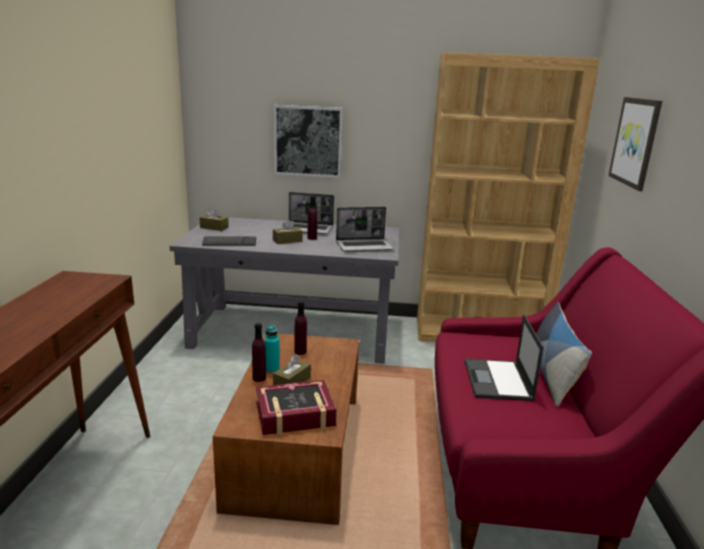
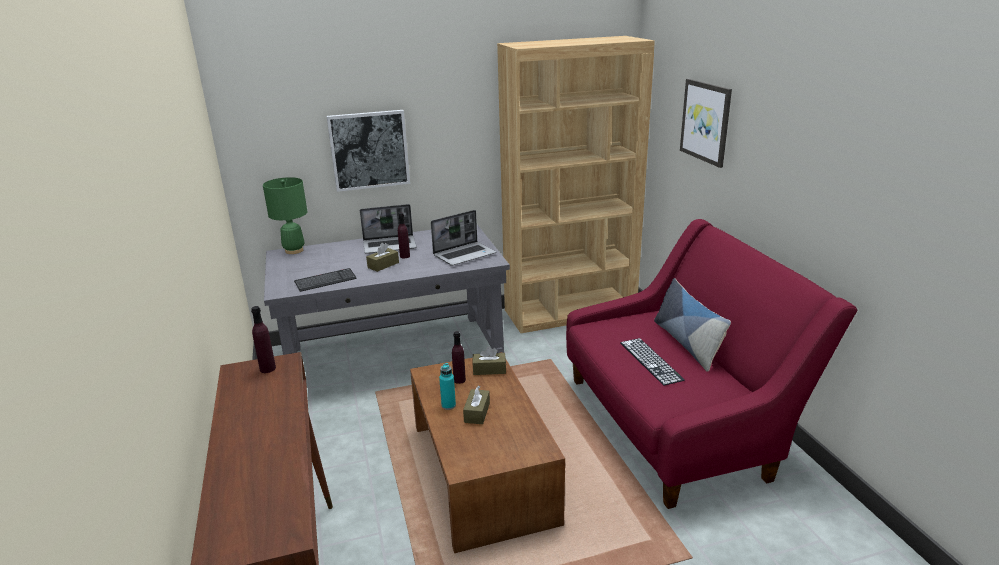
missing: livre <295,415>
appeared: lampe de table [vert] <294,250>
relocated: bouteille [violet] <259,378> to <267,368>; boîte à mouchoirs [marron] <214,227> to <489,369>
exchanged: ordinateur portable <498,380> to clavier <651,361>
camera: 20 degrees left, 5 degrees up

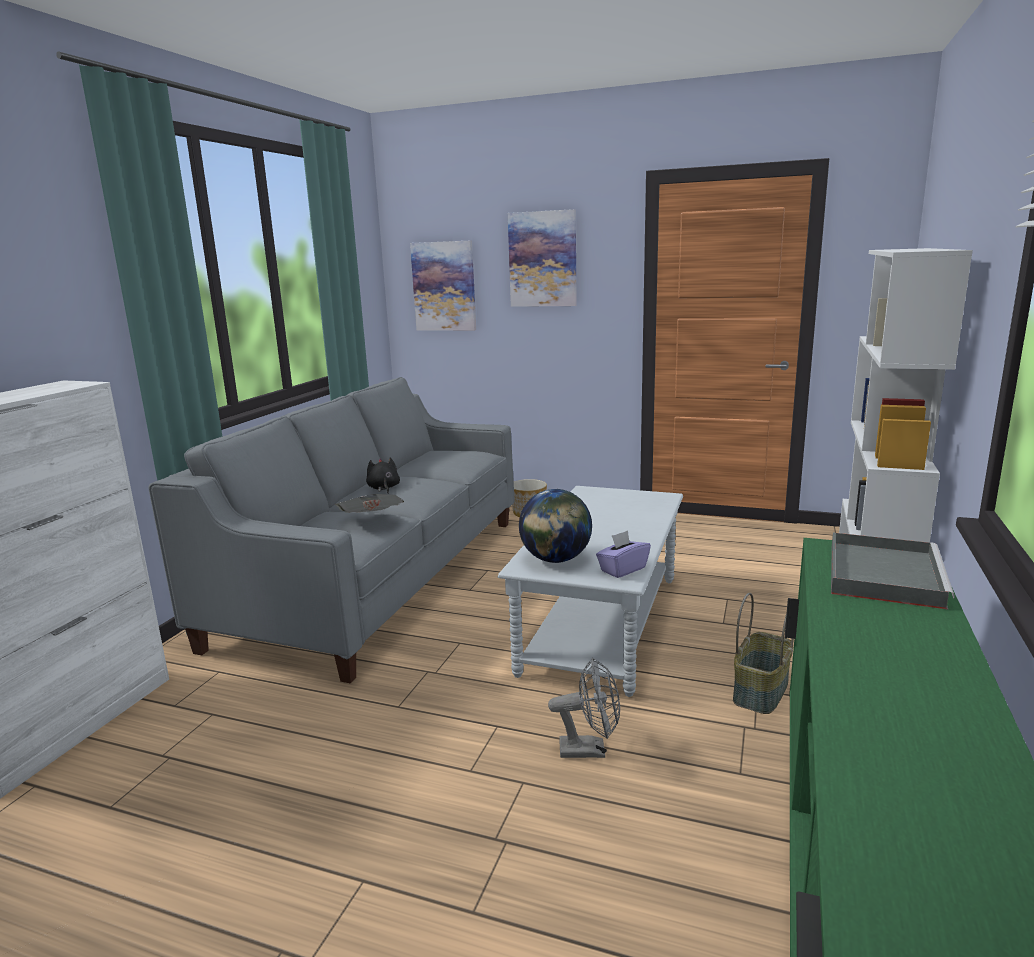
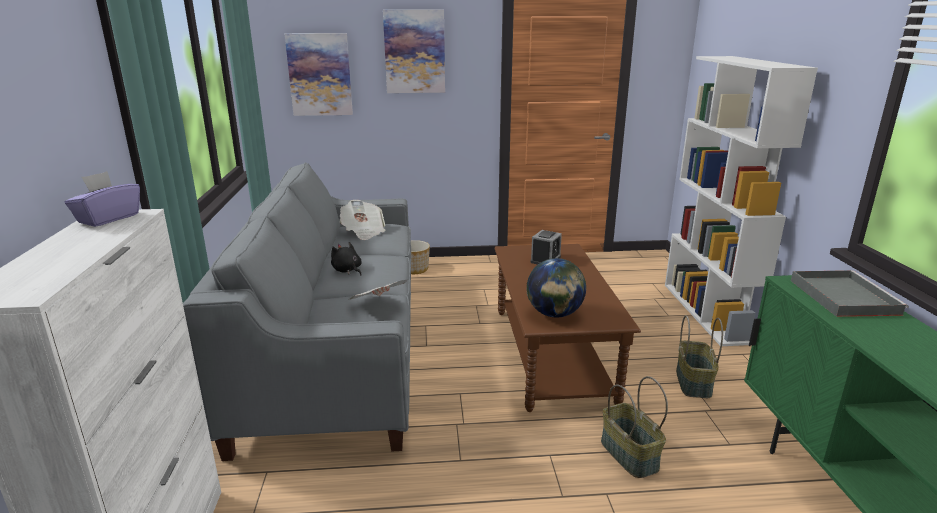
appeared: journal <363,232>; réveil <545,259>
relocated: boîte à mouchoirs [violet] <622,569> to <108,218>
exchanged: ventilateur [gris] <590,749> to panier <628,454>
colour: table basse [gris] <602,624> to table basse [marron] <552,354>
camera: 25 degrees left, 5 degrees up

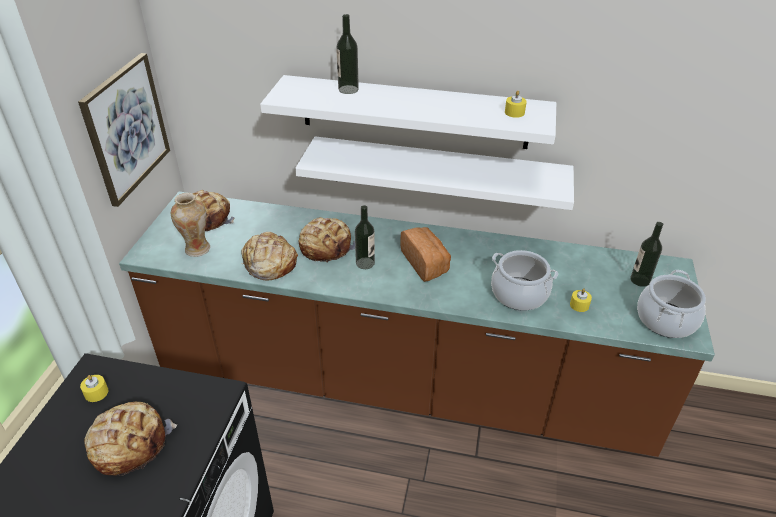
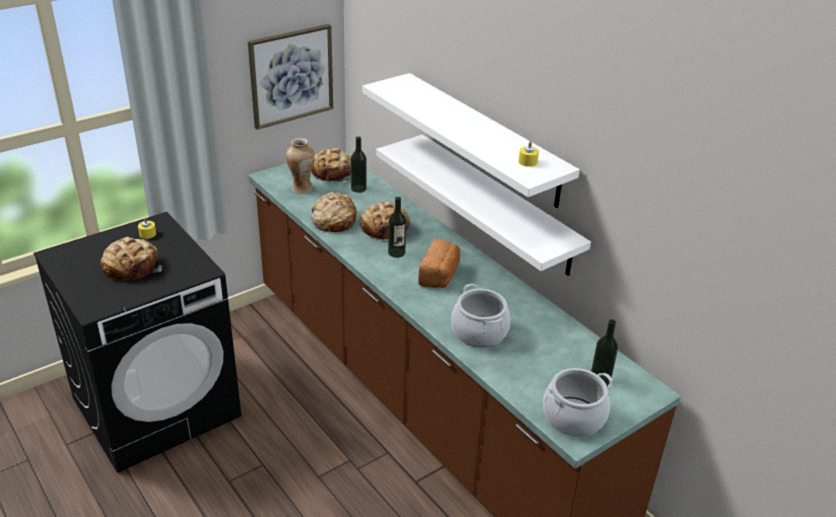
missing: bougie [jaune] <579,305>
relocated: bouteille <348,89> to <358,188>
camera: 40 degrees right, 5 degrees down

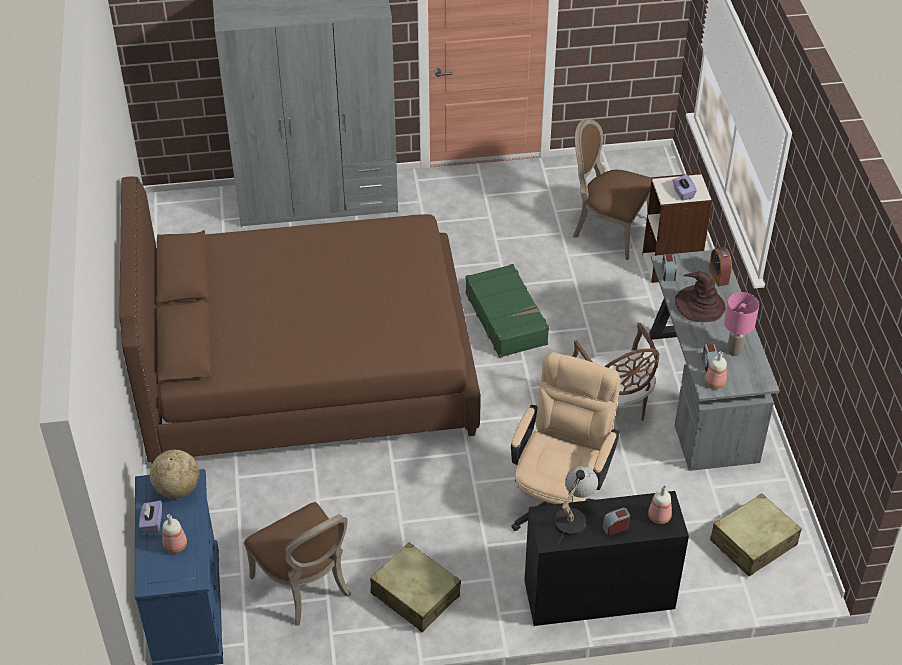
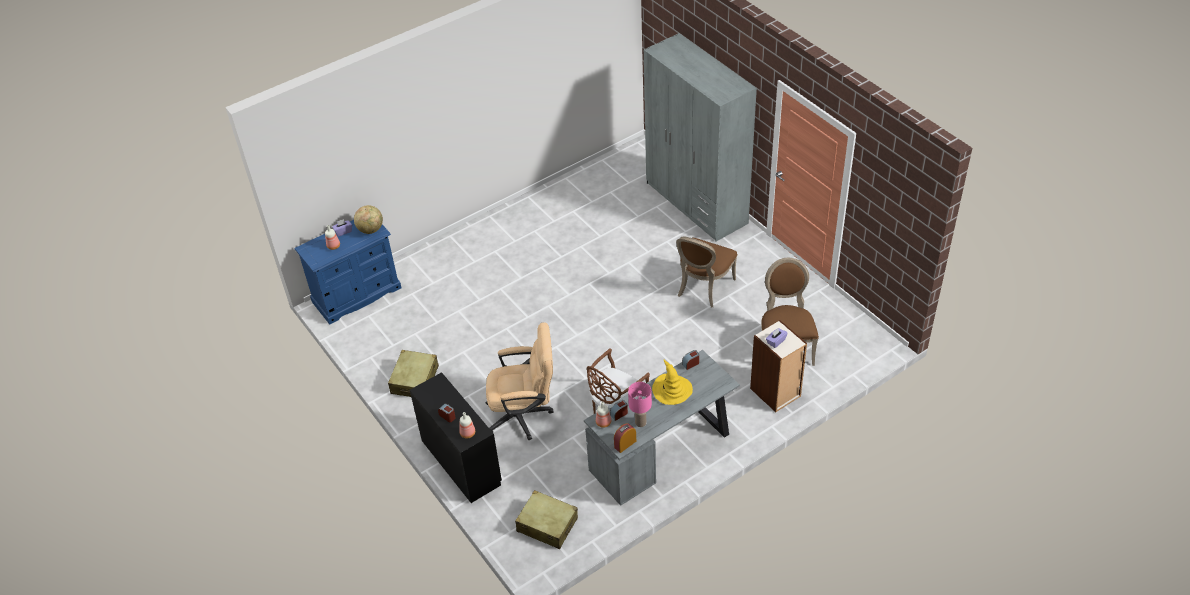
missing: lit [marron] <307,369>; valise [vert] <506,318>; lampe de table <573,516>
relocated: réveil <718,275> to <625,444>; chaise [marron] <306,586> to <703,288>
colour: chapeau [marron] <699,305> to chapeau [jaune] <672,390>
camera: 65 degrees right, 0 degrees up

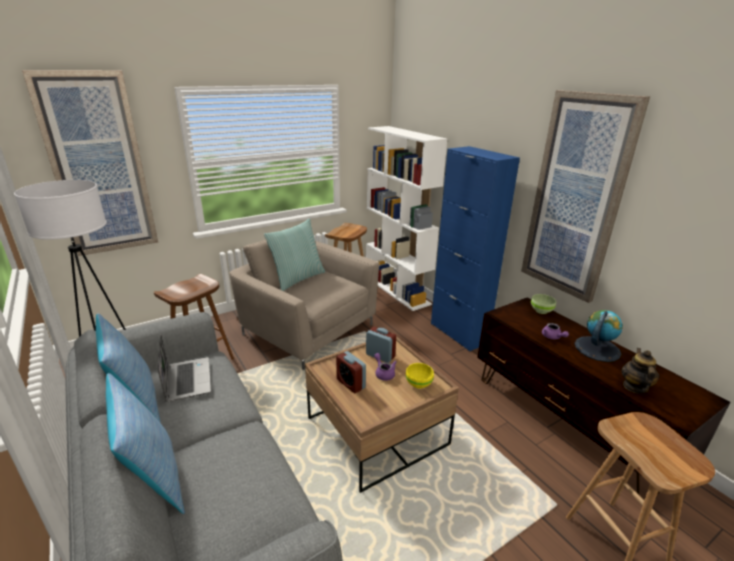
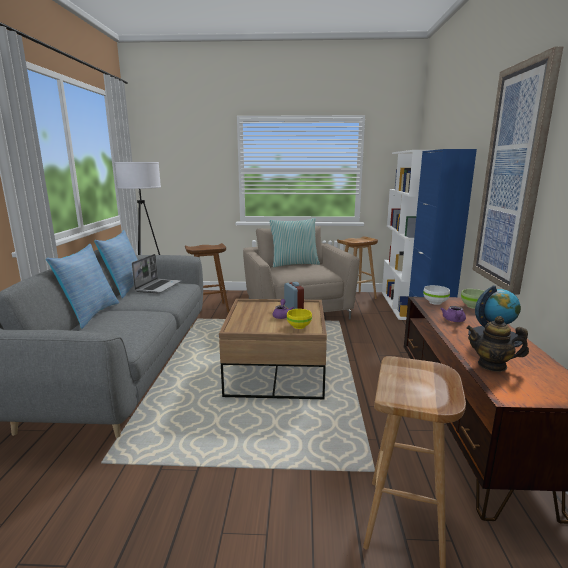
missing: tableau <98,166>; réveil <350,383>
appeared: bol [blanc] <435,302>
spun: théière <634,387> = <492,365> 120 degrees counterclockwise
camera: 35 degrees right, 10 degrees down

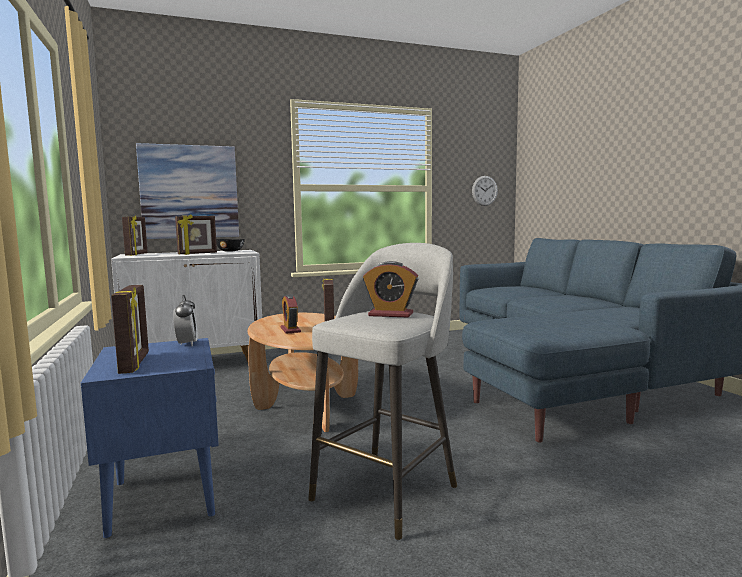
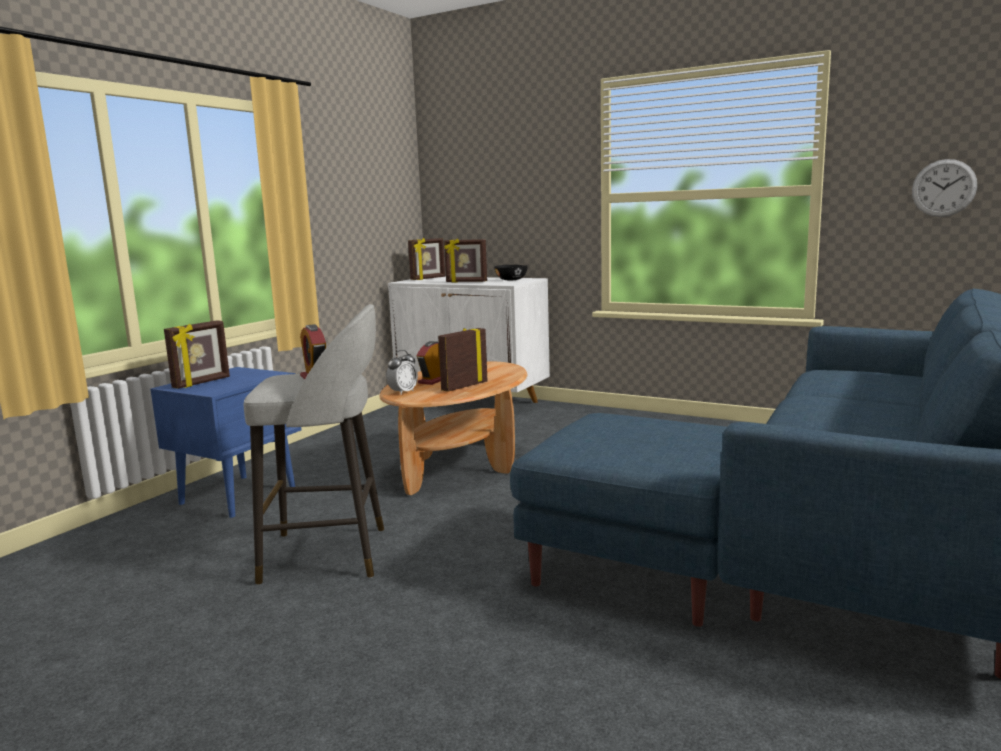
missing: tableau <189,192>
relocated: réveil <187,344> to <403,392>
camera: 50 degrees right, 5 degrees up

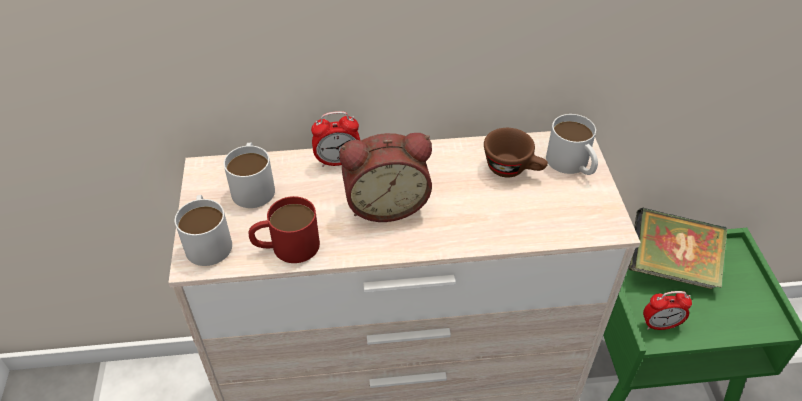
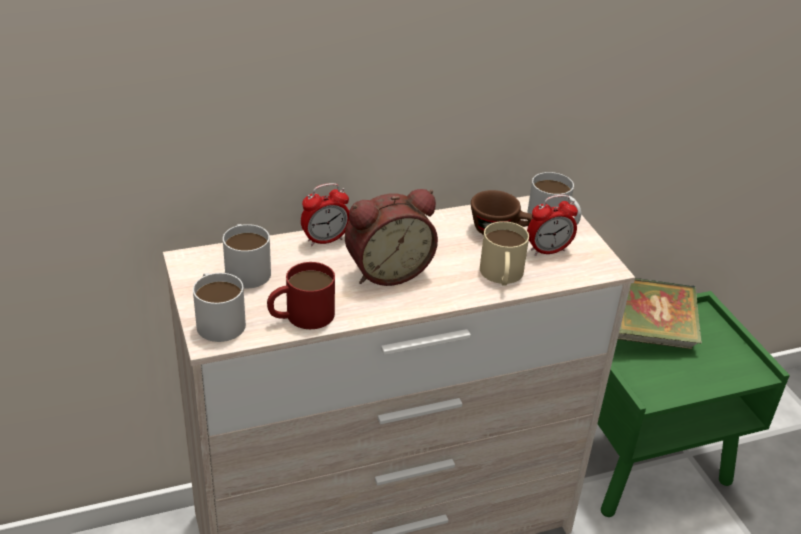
appeared: mug [beige] <501,276>
relocated: réveil <660,325> to <548,250>
camera: 15 degrees left, 10 degrees down

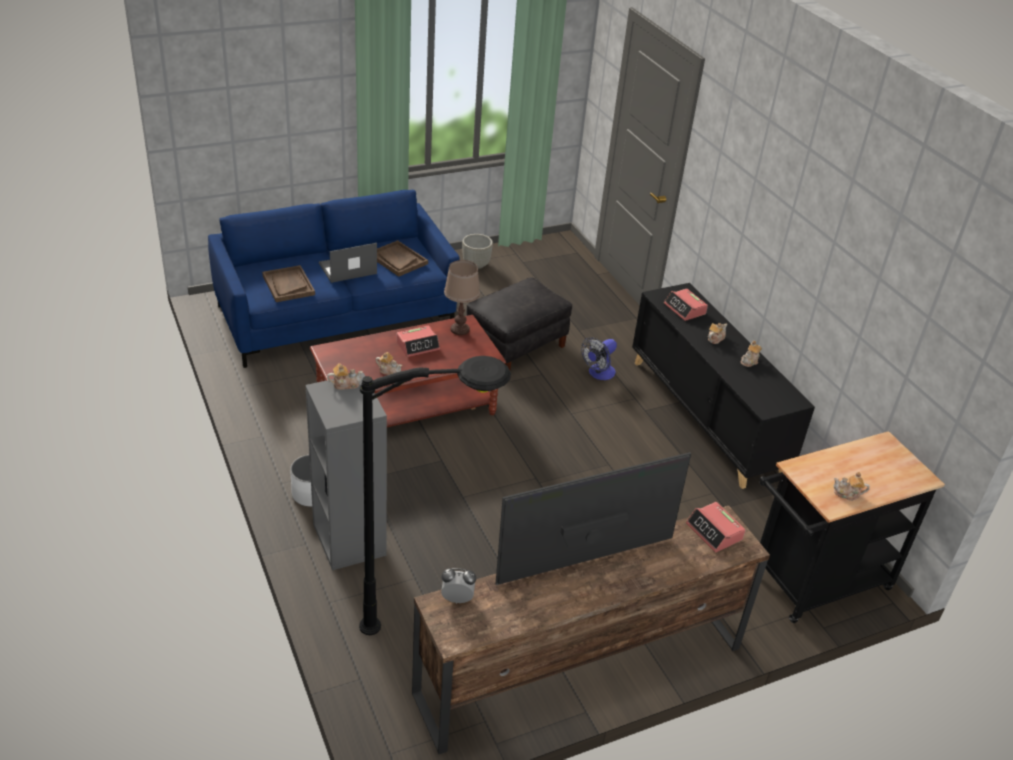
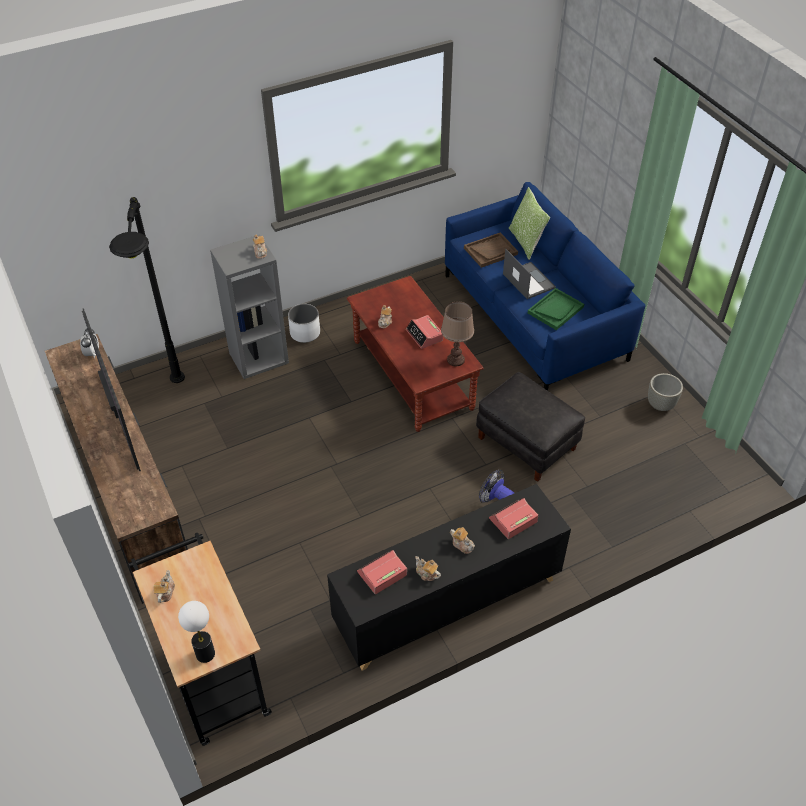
appeared: lampe de table <205,654>; coussin <525,242>
relocated: réveil <714,532> to <382,574>
colour: plateau [marron] <398,260> to plateau [vert] <555,310>
camera: 90 degrees right, 10 degrees up

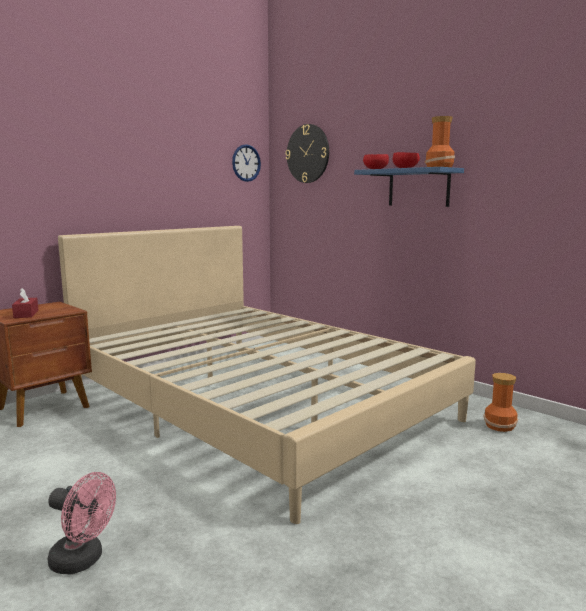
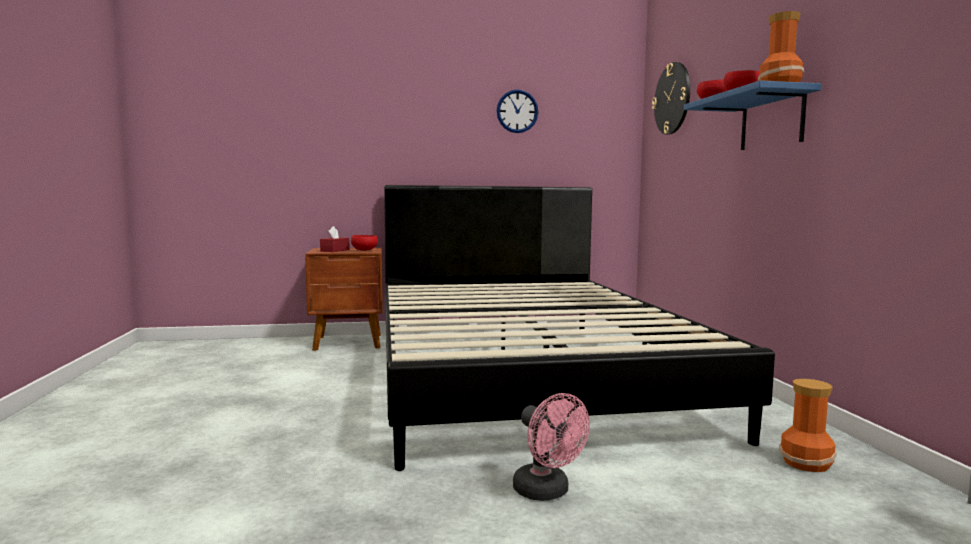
appeared: bol [rouge] <365,250>
relocated: horloge murale <246,163> to <517,111>; ventilateur [rose] <83,560> to <547,492>
colour: lit [beige] <257,403> to lit [noir] <523,374>
camera: 35 degrees right, 5 degrees down

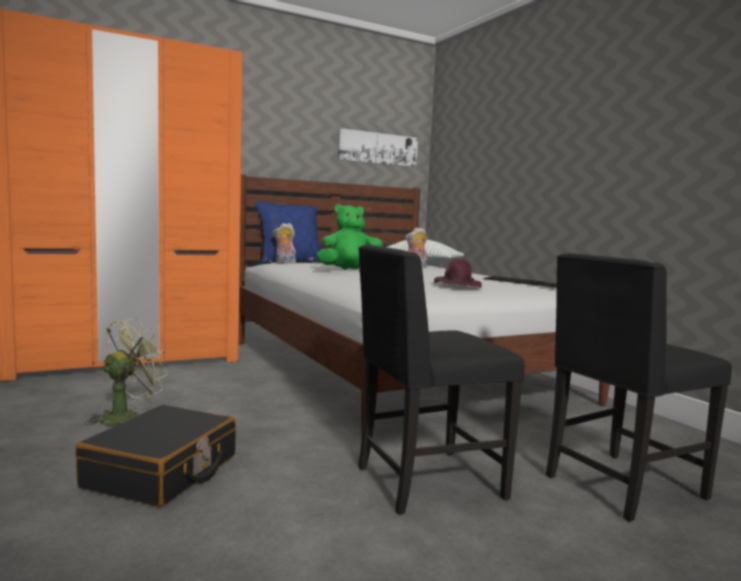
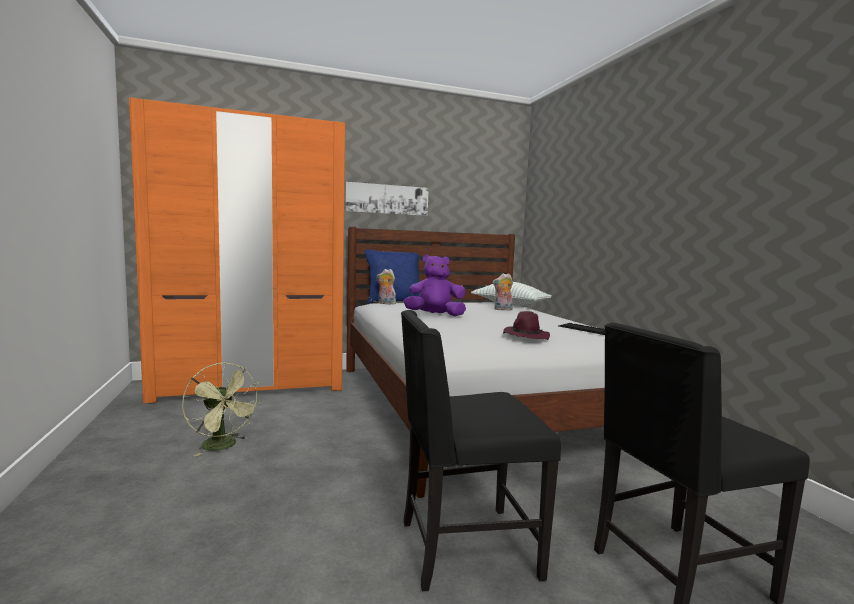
missing: valise [noir] <162,472>
relocated: tableau <378,148> to <387,199>
colour: peluche [vert] <350,271> to peluche [violet] <435,315>
spun: ventilateur [vert] <127,416> = <223,446> 90 degrees clockwise
camera: 10 degrees right, 0 degrees up

